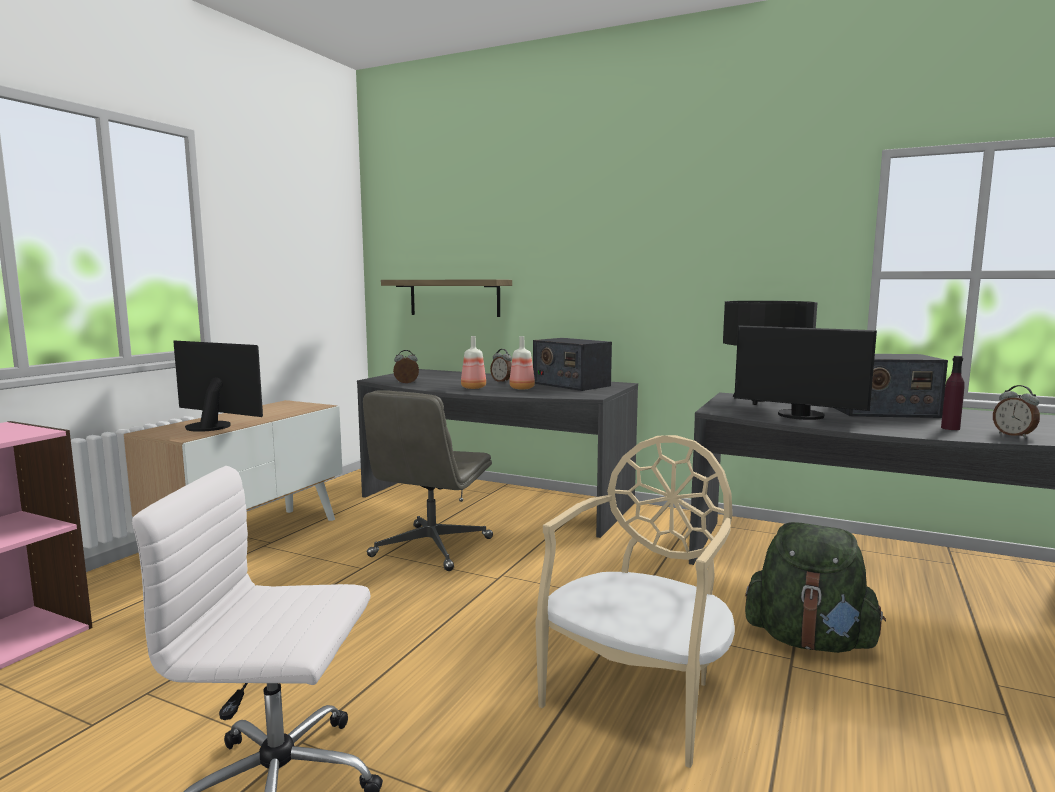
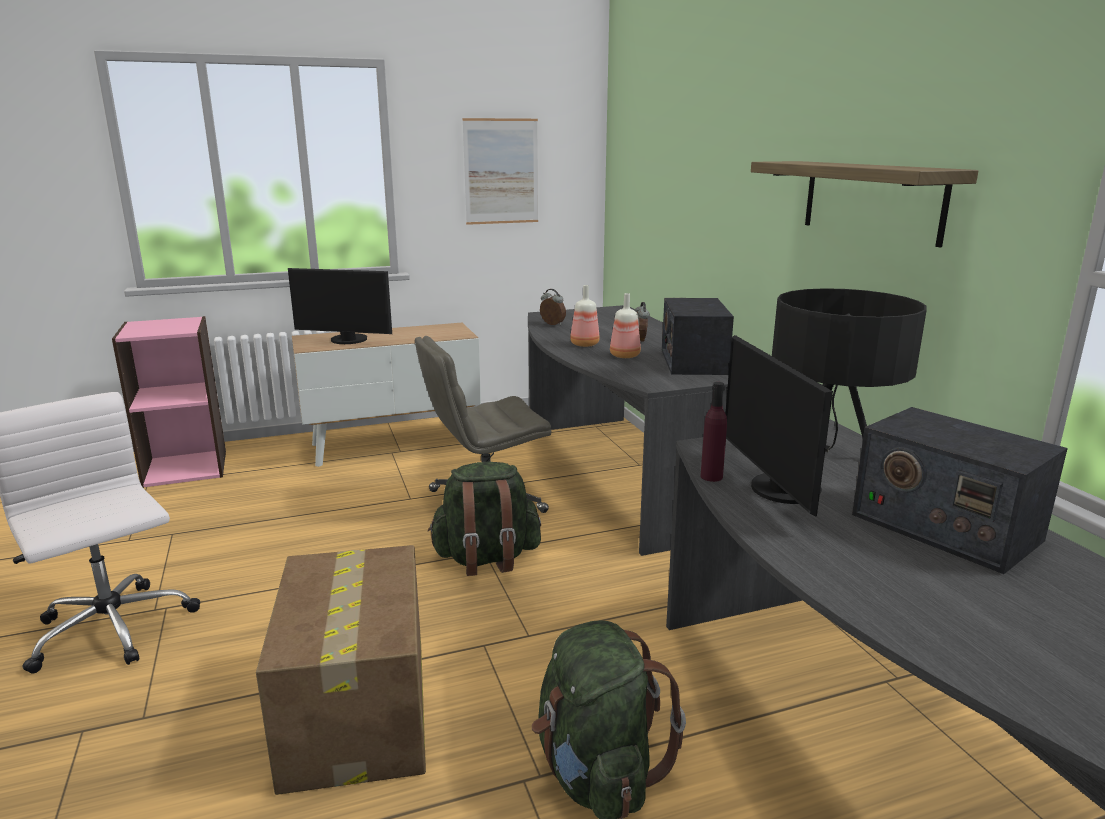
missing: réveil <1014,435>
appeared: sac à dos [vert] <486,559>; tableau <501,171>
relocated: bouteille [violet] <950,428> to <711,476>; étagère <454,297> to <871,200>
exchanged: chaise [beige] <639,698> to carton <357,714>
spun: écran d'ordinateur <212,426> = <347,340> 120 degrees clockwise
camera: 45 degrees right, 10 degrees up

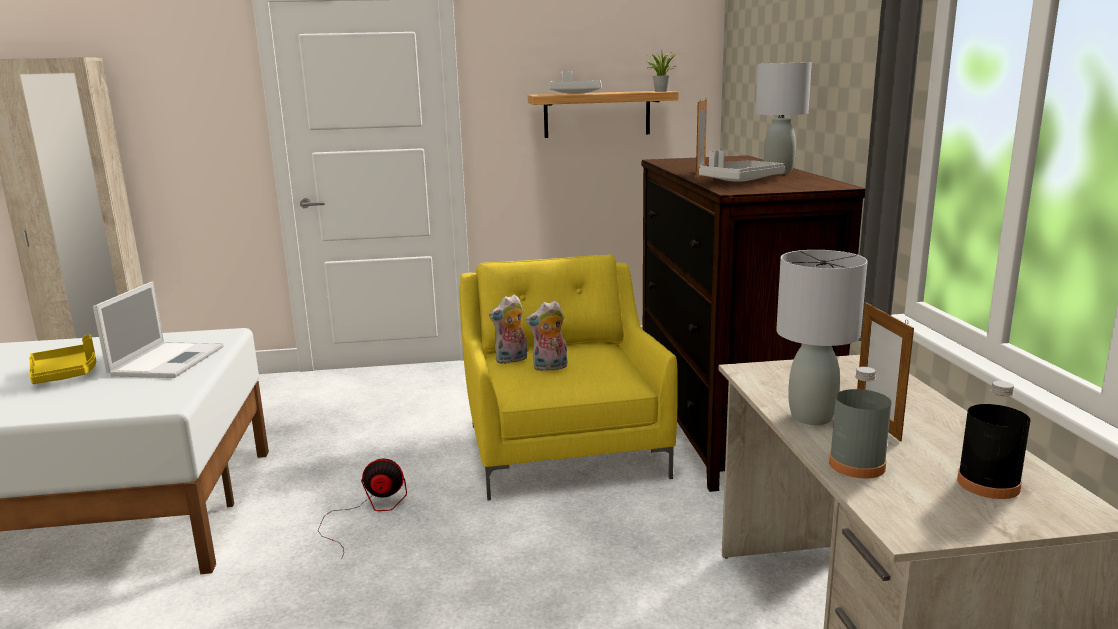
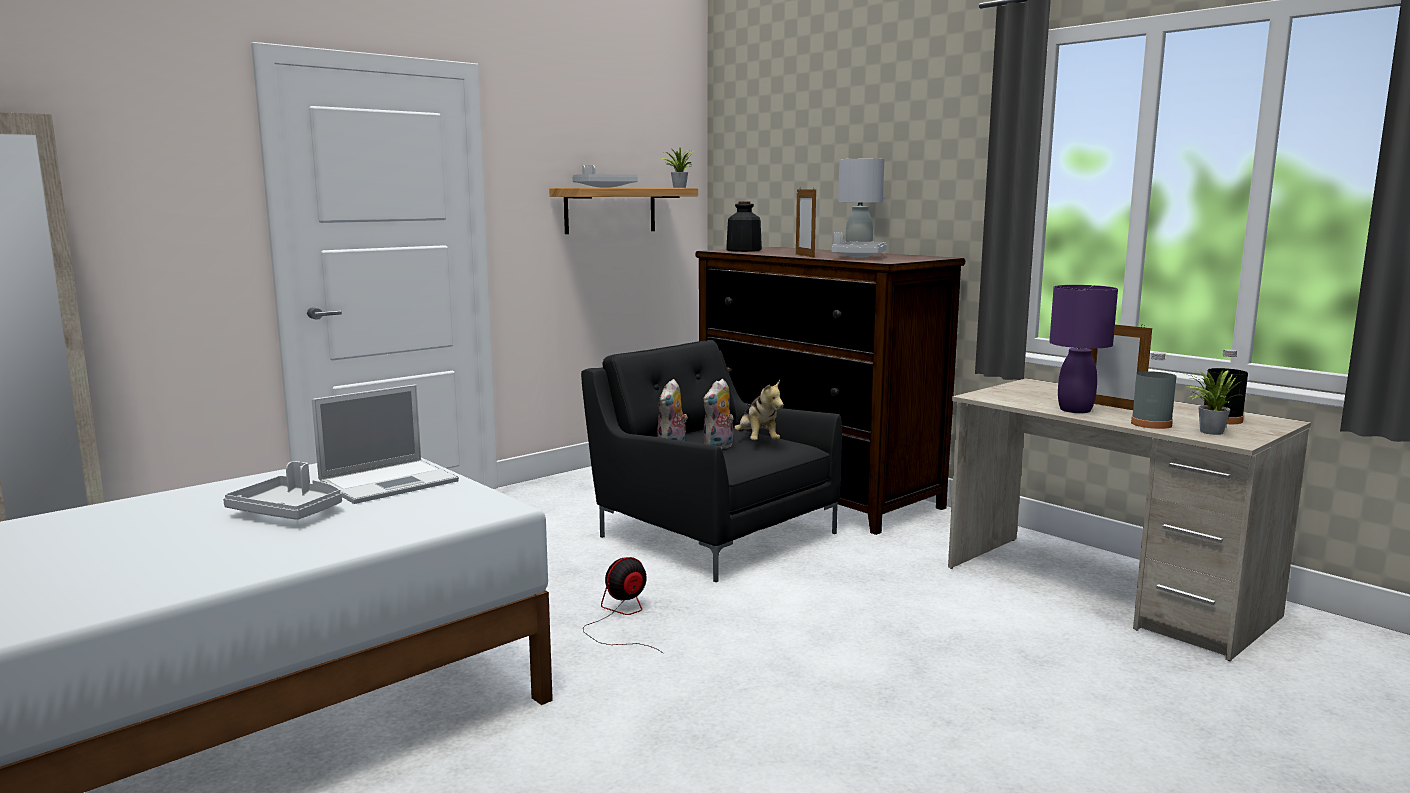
appeared: bouteille <743,250>; peluche <757,442>; plante en pot <1208,431>
colour: plateau [jaune] <66,374> to plateau [gris] <289,511>; fauteuil [jaune] <564,446> to fauteuil [noir] <712,532>; lampe de table [gris] <811,417> to lampe de table [violet] <1075,410>
spun: ordinateur portable <168,360> = <391,482> 75 degrees clockwise
camera: 35 degrees left, 5 degrees down

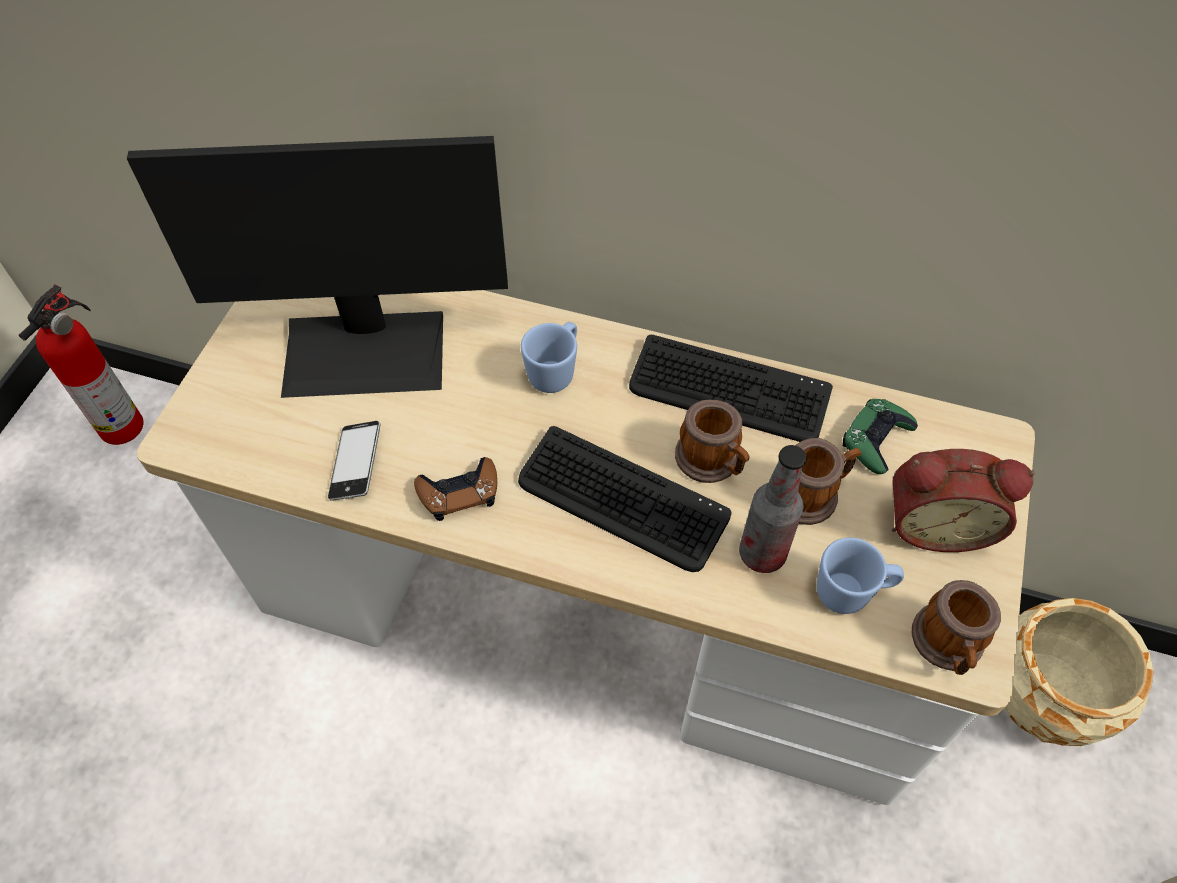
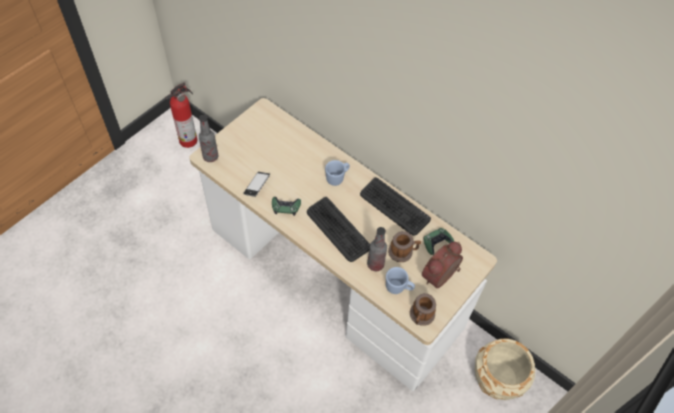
missing: écran d'ordinateur <365,351>; mug <712,461>
appeared: bouteille <210,157>
colour: manette [marron] <459,492> to manette [vert] <286,207>
spun: réveil <936,522> = <441,277> 105 degrees clockwise
camera: 20 degrees right, 0 degrees up

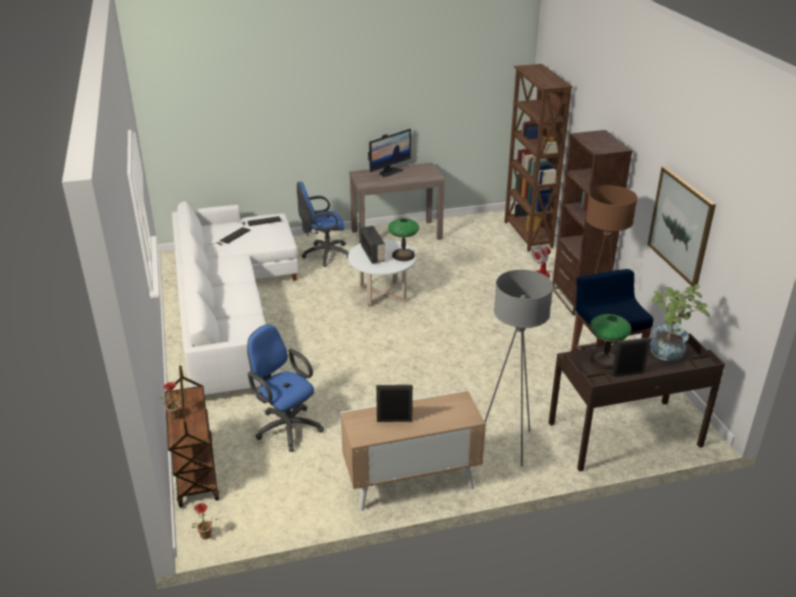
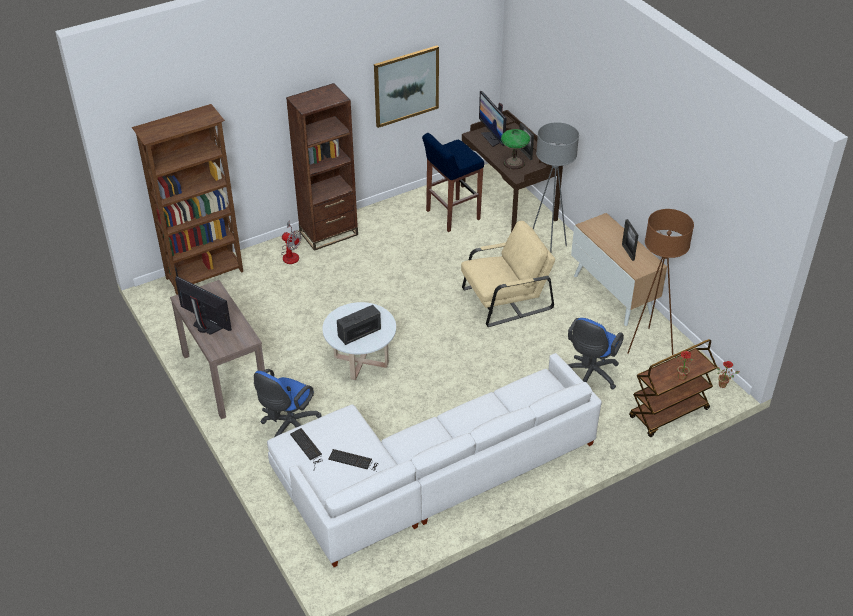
missing: lampe de table <403,255>
appeared: fauteuil [beige] <505,299>
relocated: lampadaire [marron] <591,340> to <649,345>
exchanged: plante en pot <667,355> to écran d'ordinateur <492,138>
spun: chaise de bureau [bleu] <324,255> = <288,428> 60 degrees clockwise
camera: 105 degrees left, 10 degrees up

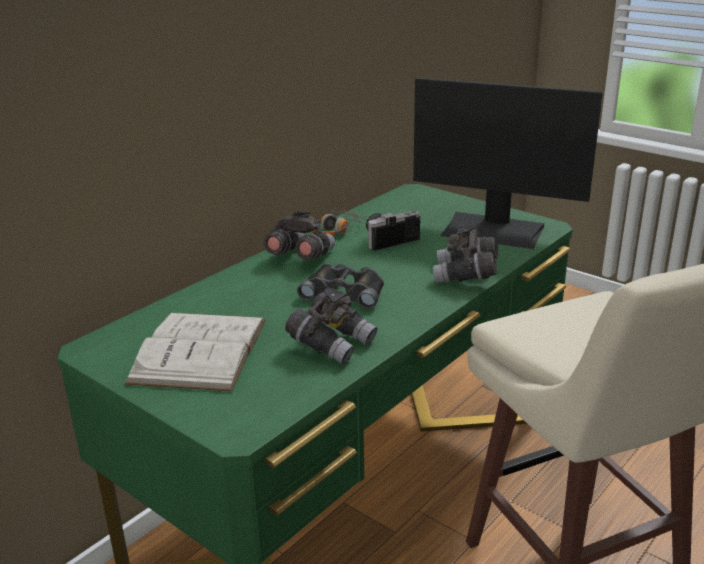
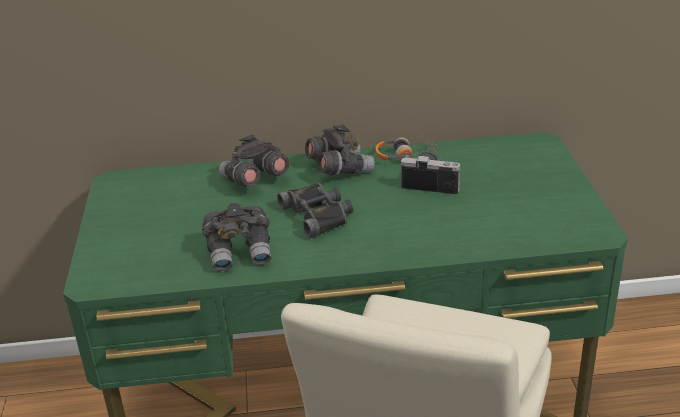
missing: livre [blanc] <199,350>; écran d'ordinateur <493,230>
relocated: jumelles [gris] <466,276> to <254,181>
camera: 45 degrees right, 5 degrees up

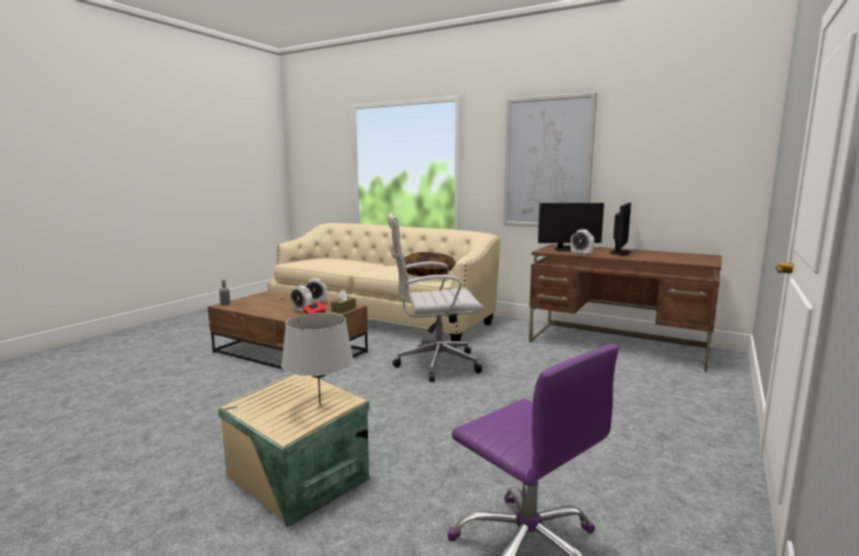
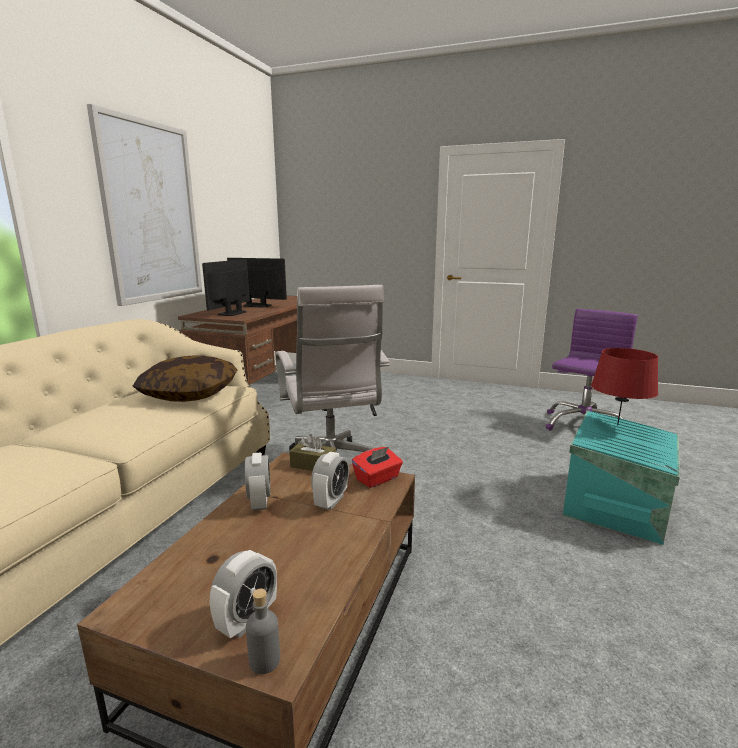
relocated: réveil <581,254> to <247,620>
colour: boîte de rangement [beige] <296,479> to boîte de rangement [turquoise] <617,504>; lampe de table [gris] <320,405> to lampe de table [rouge] <617,425>
spun: écran d'ordinateur <568,249> = <232,313> 150 degrees counterclockwise
camera: 100 degrees left, 5 degrees up

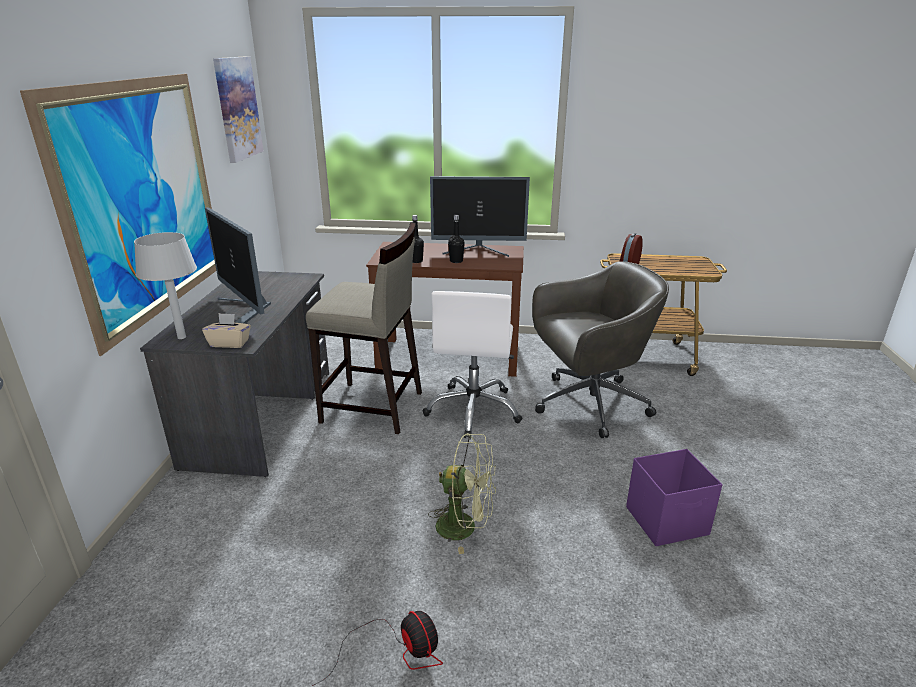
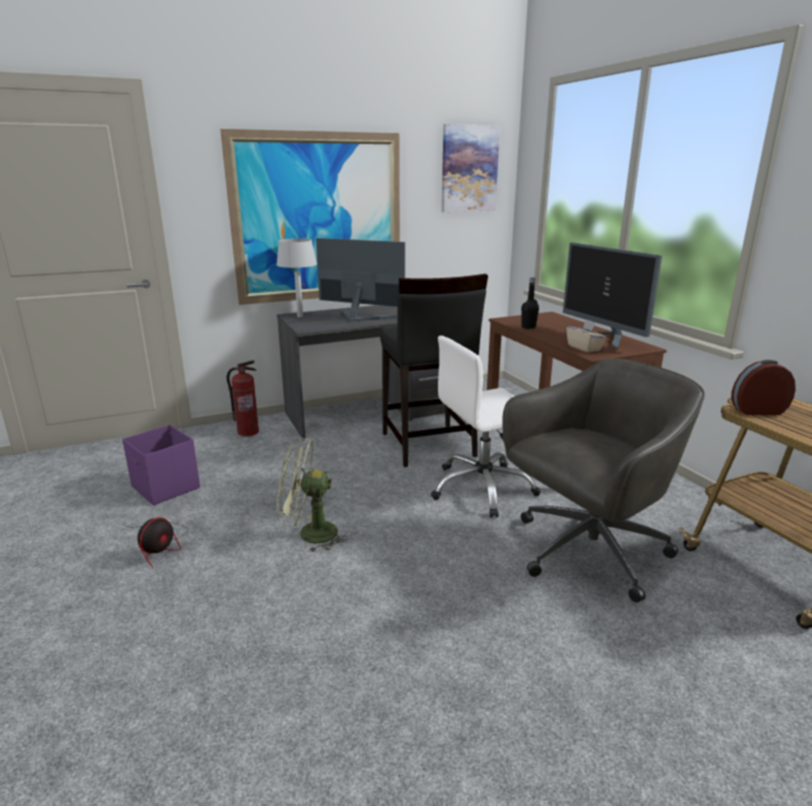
missing: bouteille [noir] <456,261>
appeared: extincteur <248,432>
relocated: boîte de rangement [violet] <668,521> to <165,488>; boîte à mouchoirs [beige] <230,343> to <584,348>
colour: tabouret [beige] <373,408> to tabouret [noir] <427,445>
spun: ventilateur [vert] <465,527> = <309,534> 105 degrees clockwise; écran d'ordinateur <246,309> = <360,317> 90 degrees clockwise; chaise de bureau [gris] <588,404> = <586,552> 75 degrees counterclockwise
camera: 60 degrees right, 5 degrees down

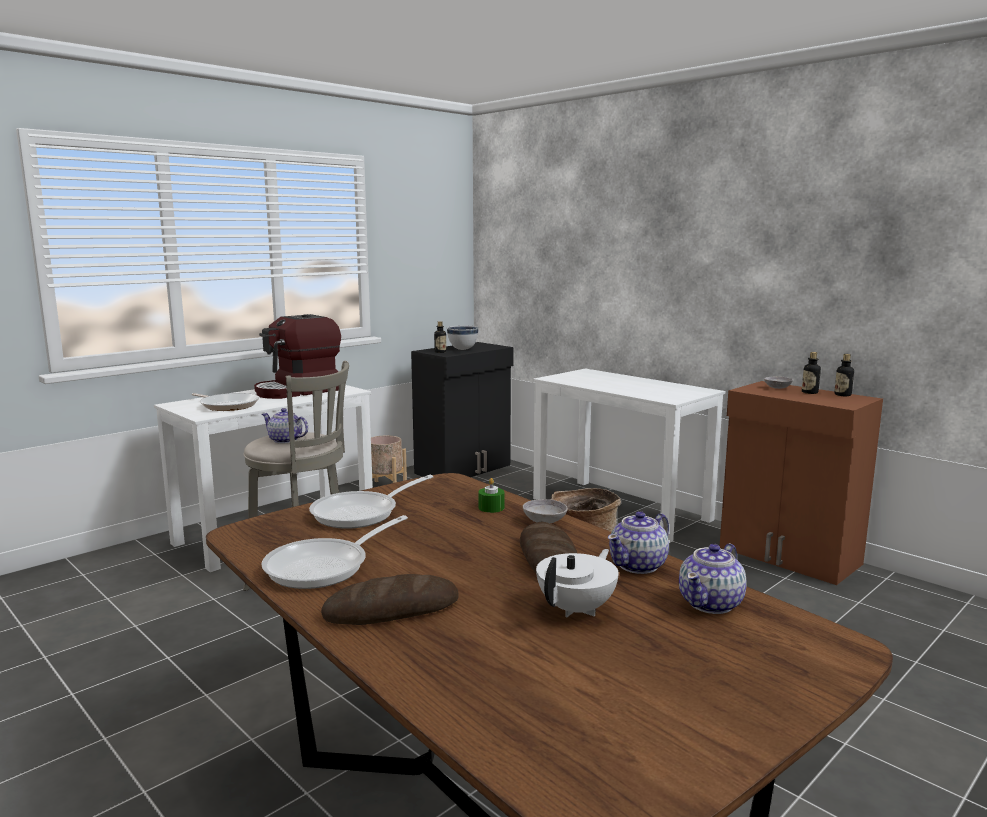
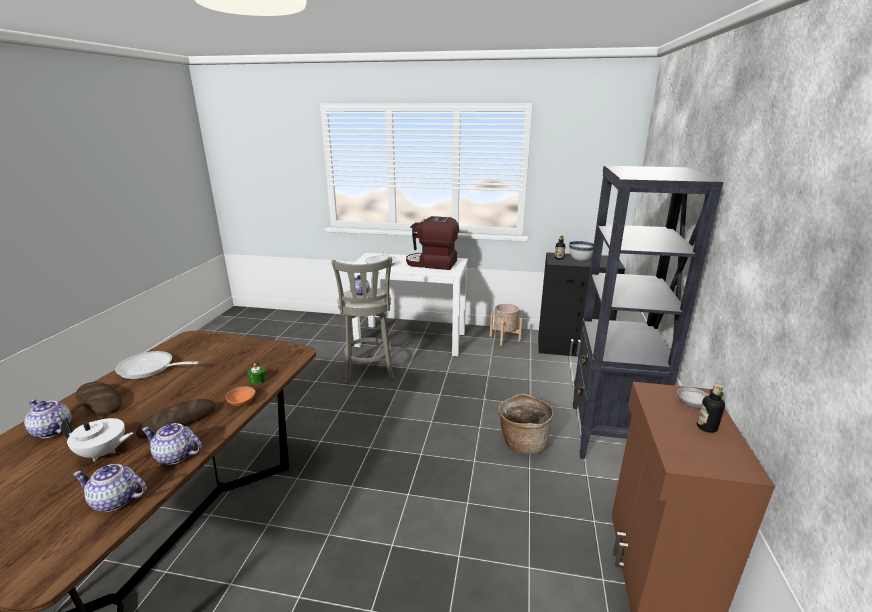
missing: poêle <362,513>; bouteille <842,395>
appeared: théière <52,431>
exchanged: bureau [blanc] <621,509> to bibliothèque [noir] <609,435>
colour: bol [gris] <544,521> to bol [orange] <242,402>
camera: 55 degrees right, 10 degrees up

